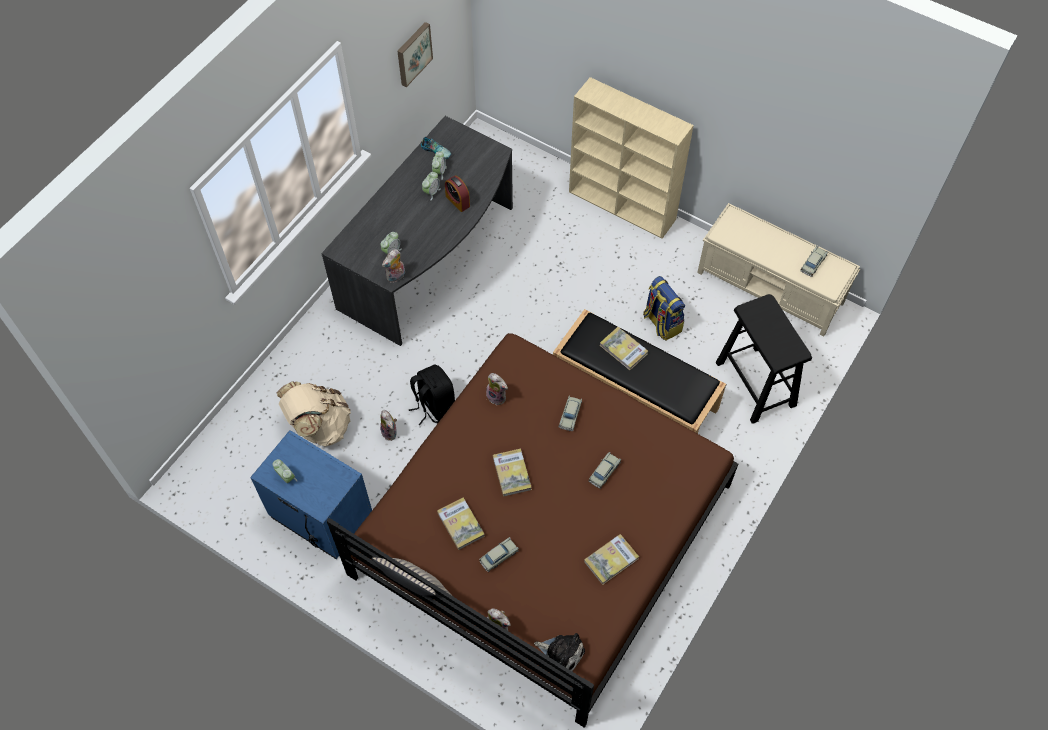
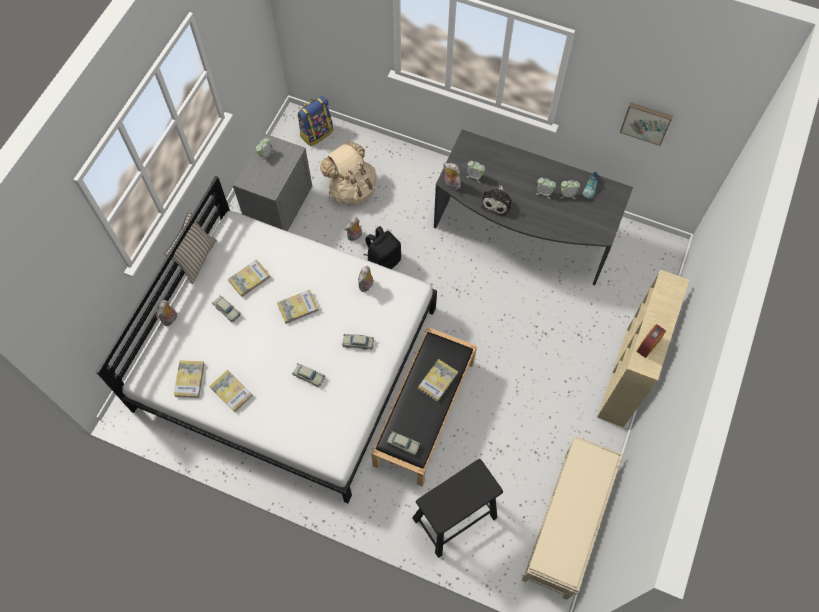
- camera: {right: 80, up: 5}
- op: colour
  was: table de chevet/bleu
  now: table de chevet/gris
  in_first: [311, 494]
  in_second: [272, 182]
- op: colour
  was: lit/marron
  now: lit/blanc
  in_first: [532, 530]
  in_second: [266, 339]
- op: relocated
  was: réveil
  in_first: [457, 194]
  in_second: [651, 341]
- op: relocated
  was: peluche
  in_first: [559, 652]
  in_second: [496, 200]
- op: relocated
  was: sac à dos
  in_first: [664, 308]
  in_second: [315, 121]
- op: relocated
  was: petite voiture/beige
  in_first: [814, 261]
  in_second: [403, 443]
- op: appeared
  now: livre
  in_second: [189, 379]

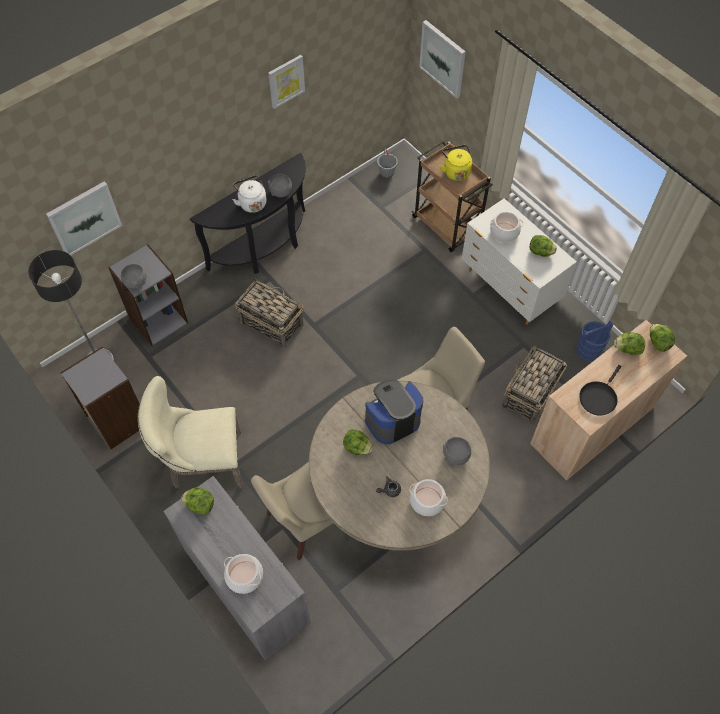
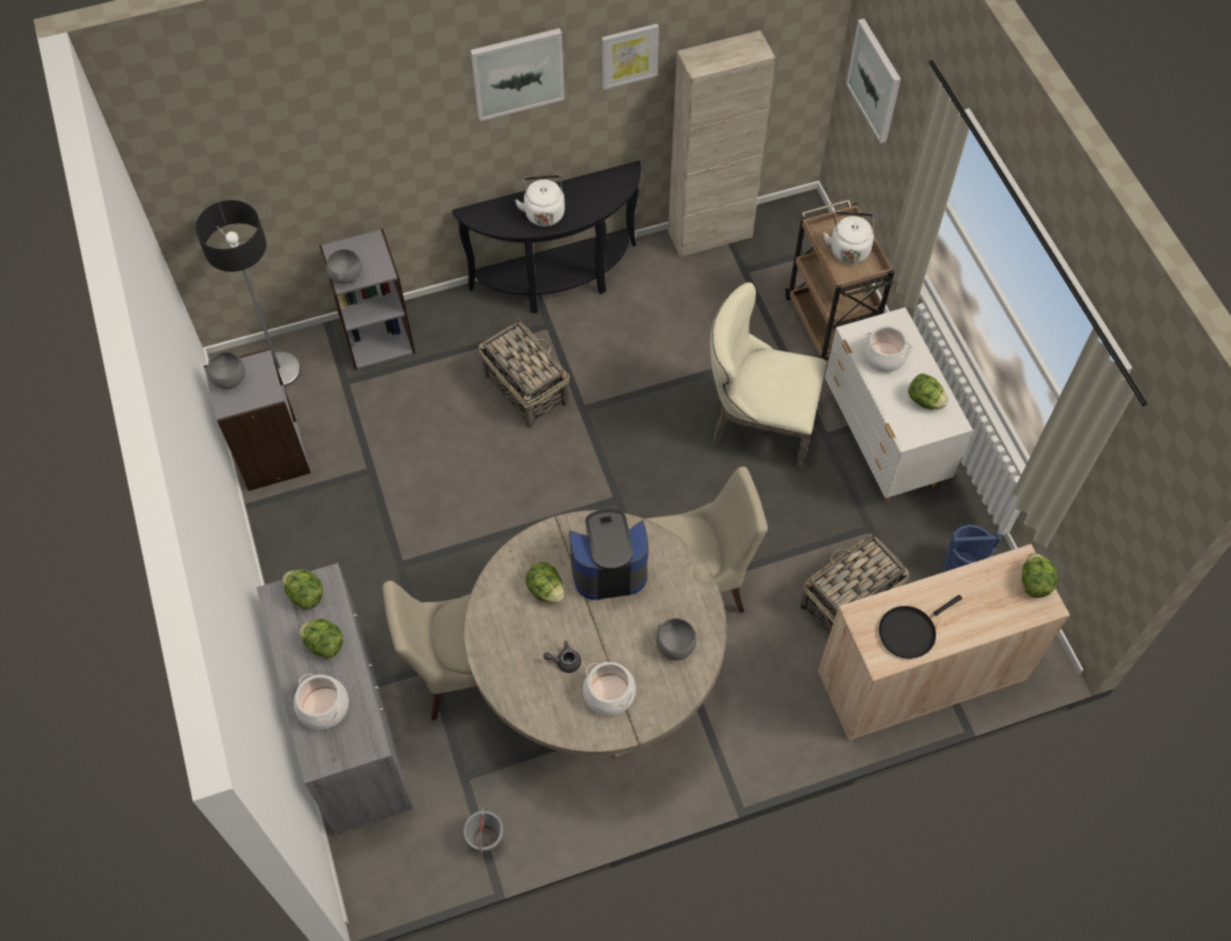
- camera: {right: 20, up: 0}
- op: relocated
  was: tableau
  in_first: [84, 218]
  in_second: [518, 74]
- op: relocated
  was: chaise/beige
  in_first: [190, 432]
  in_second: [768, 376]
- op: relocated
  was: bol/gris
  in_first: [280, 185]
  in_second: [226, 370]
- op: relocated
  was: seau/gris
  in_first: [387, 163]
  in_second: [483, 830]
- op: colour
  was: bouilloire/jaune
  now: bouilloire/blanc
  in_first: [456, 163]
  in_second: [848, 238]
- op: relocated
  was: laitue
  in_first: [629, 343]
  in_second: [320, 639]
- op: appeared
  now: meuble de rangement/beige
  in_second: [722, 144]

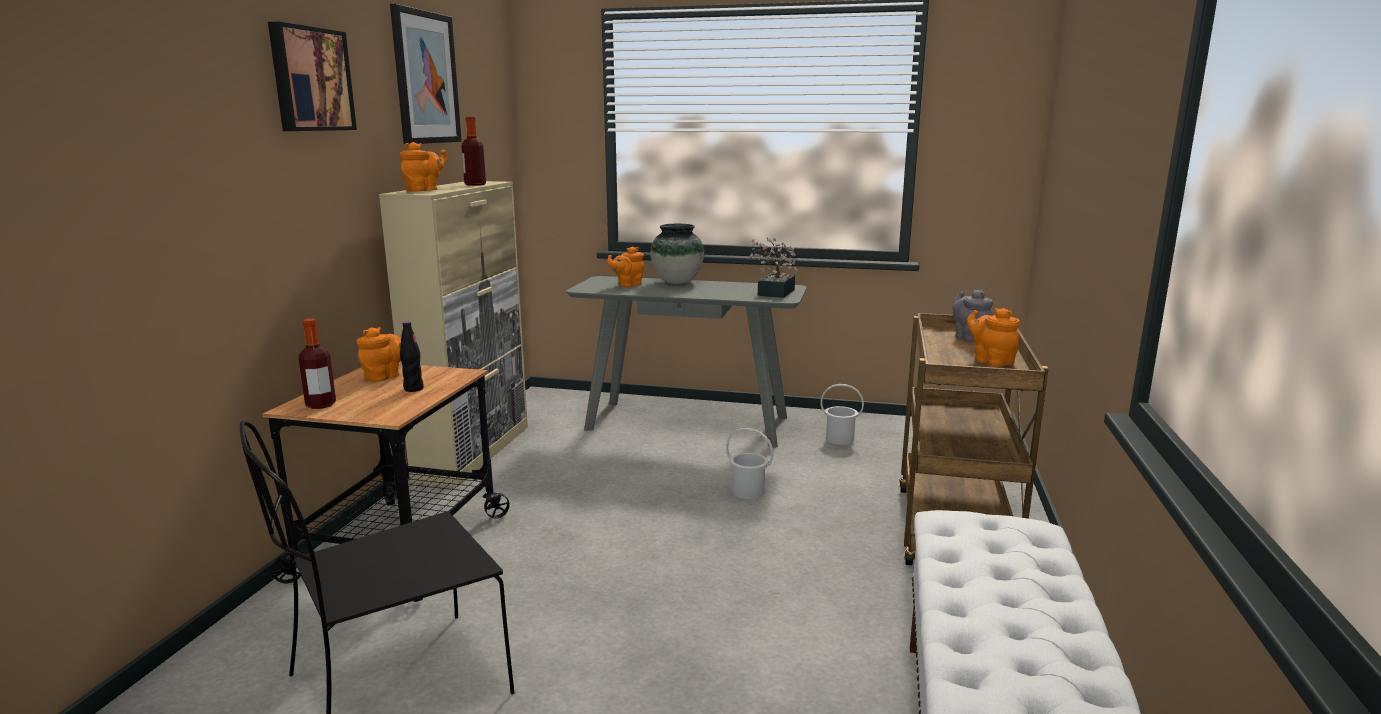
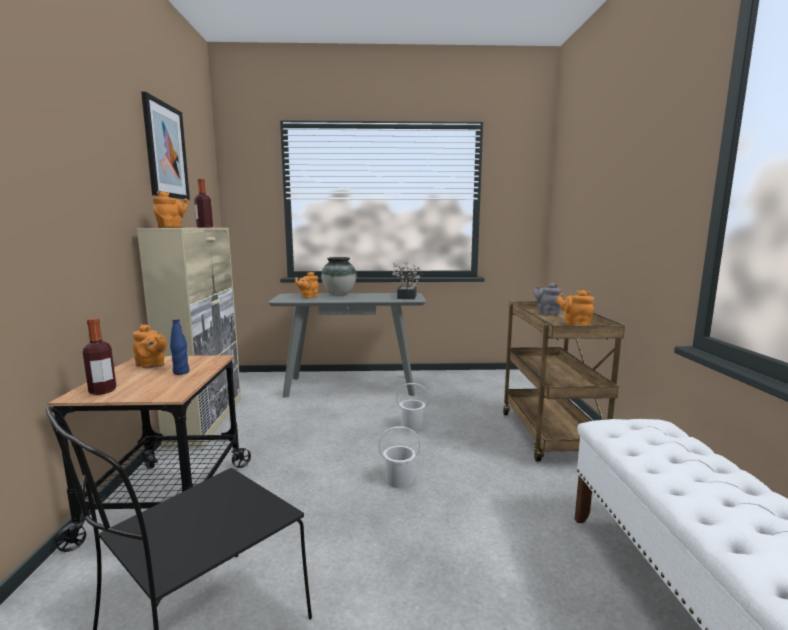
- camera: {right: -15, up: -5}
- op: missing
  was: tableau
  in_first: [312, 76]
- op: spun
  was: théière/orange
  in_first: [380, 354]
  in_second: [150, 346]
  clockwise: 105
- op: colour
  was: bouteille/noir
  now: bouteille/bleu
  in_first: [412, 357]
  in_second: [179, 347]
- op: relocated
  was: seau/blanc
  in_first: [842, 414]
  in_second: [399, 457]

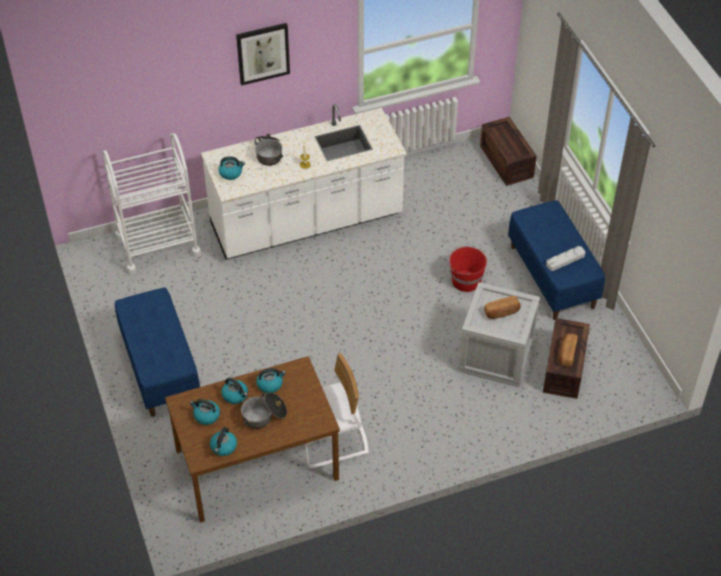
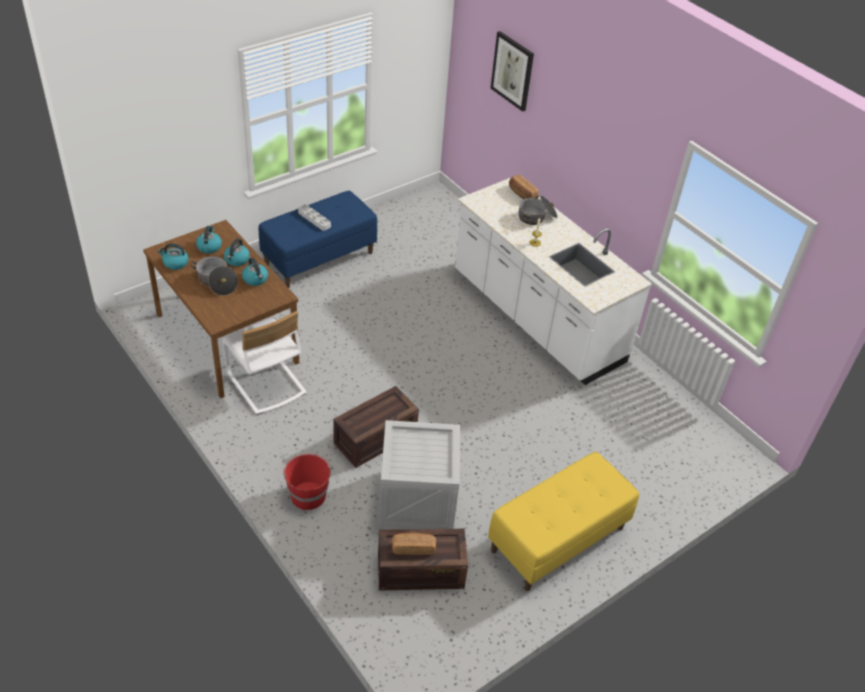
- camera: {right: 70, up: -5}
- op: missing
  was: chariot/blanc
  in_first: [151, 203]
- op: missing
  was: bouilloire
  in_first: [232, 168]
- op: relocated
  was: tableau
  in_first: [263, 54]
  in_second: [512, 71]
- op: relocated
  was: seau/rouge
  in_first: [467, 269]
  in_second: [307, 481]
- op: relocated
  was: caisse
  in_first: [508, 151]
  in_second: [376, 427]
- op: relocated
  was: pain
  in_first: [502, 307]
  in_second: [523, 187]
- op: colour
  was: banc/bleu
  now: banc/jaune
  in_first: [556, 260]
  in_second: [563, 521]
- op: relocated
  was: plateau/gris
  in_first: [565, 258]
  in_second: [314, 217]

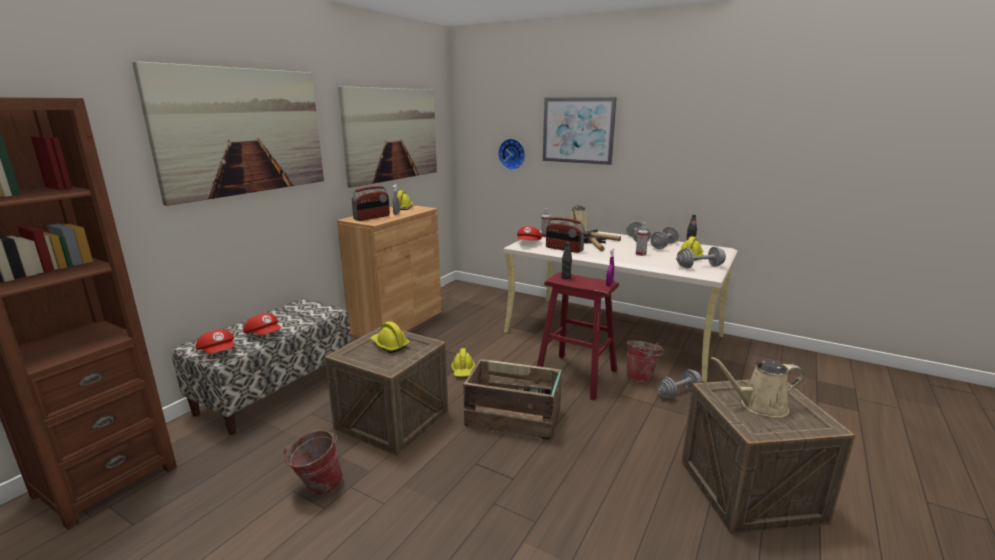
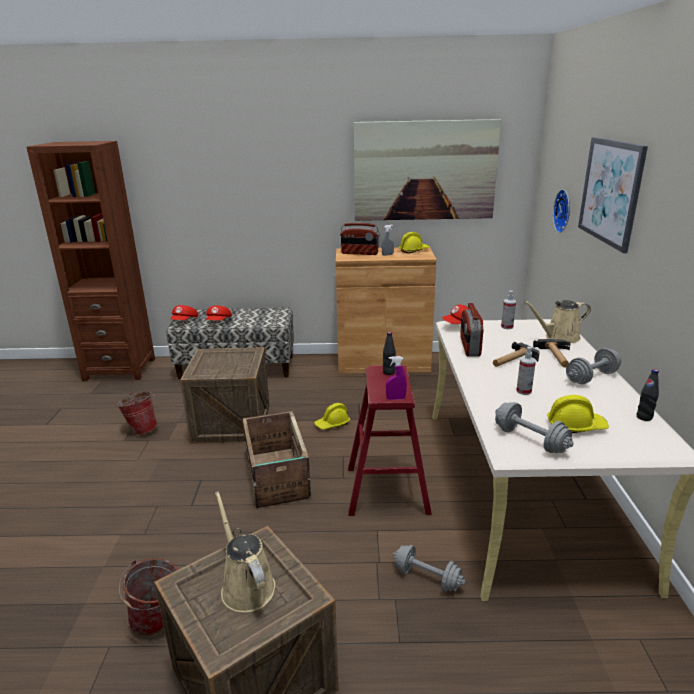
- camera: {right: 60, up: 5}
- op: missing
  was: tableau
  in_first: [228, 133]
- op: missing
  was: casque de chantier/jaune
  in_first: [390, 337]
- op: relocated
  was: seau
  in_first: [645, 362]
  in_second: [149, 596]
- op: missing
  was: haltère/gris
  in_first: [664, 238]

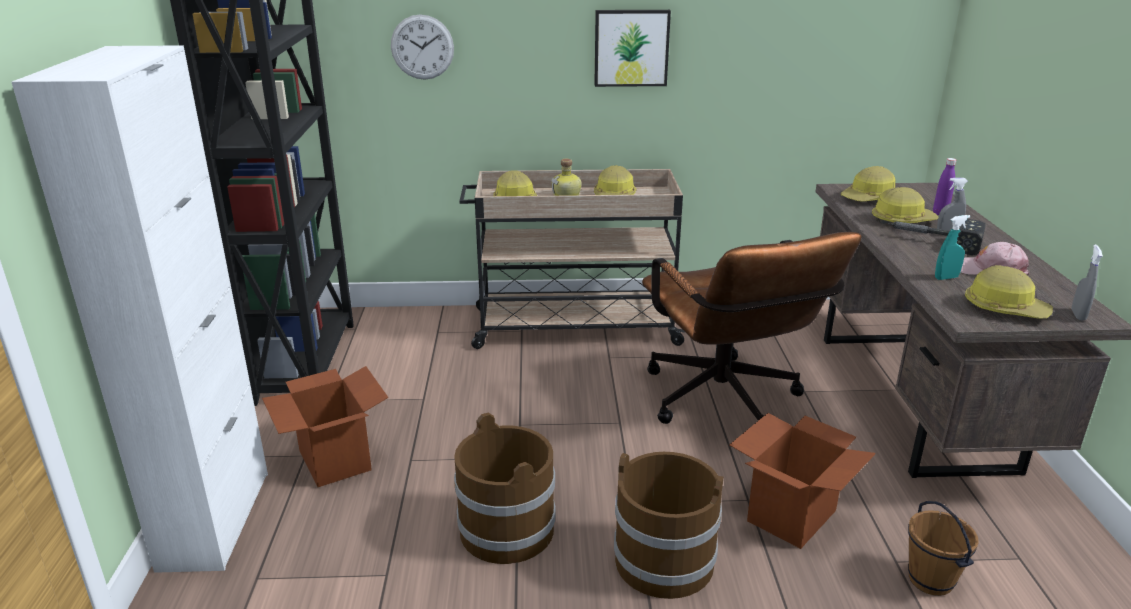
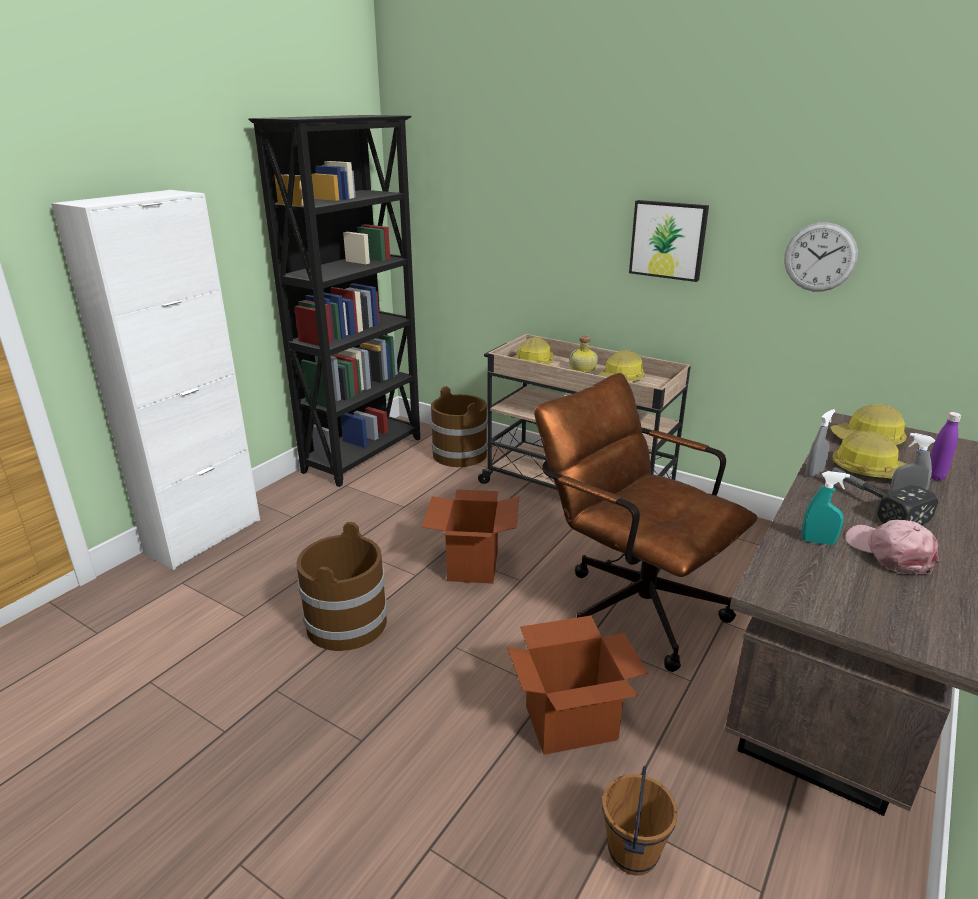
- camera: {right: 35, up: 0}
- op: relocated
  was: carton
  in_first: [325, 426]
  in_second: [470, 536]
- op: relocated
  was: horloge murale
  in_first: [422, 47]
  in_second: [821, 256]
- op: relocated
  was: seau/marron
  in_first: [668, 525]
  in_second: [459, 426]
- op: spun
  was: chaise de bureau/marron
  in_first: [752, 328]
  in_second: [646, 522]
  clockwise: 120
- op: missing
  was: casque de chantier
  in_first: [1009, 292]
- op: relocated
  was: vaporisateur/gris
  in_first: [1087, 282]
  in_second: [820, 443]

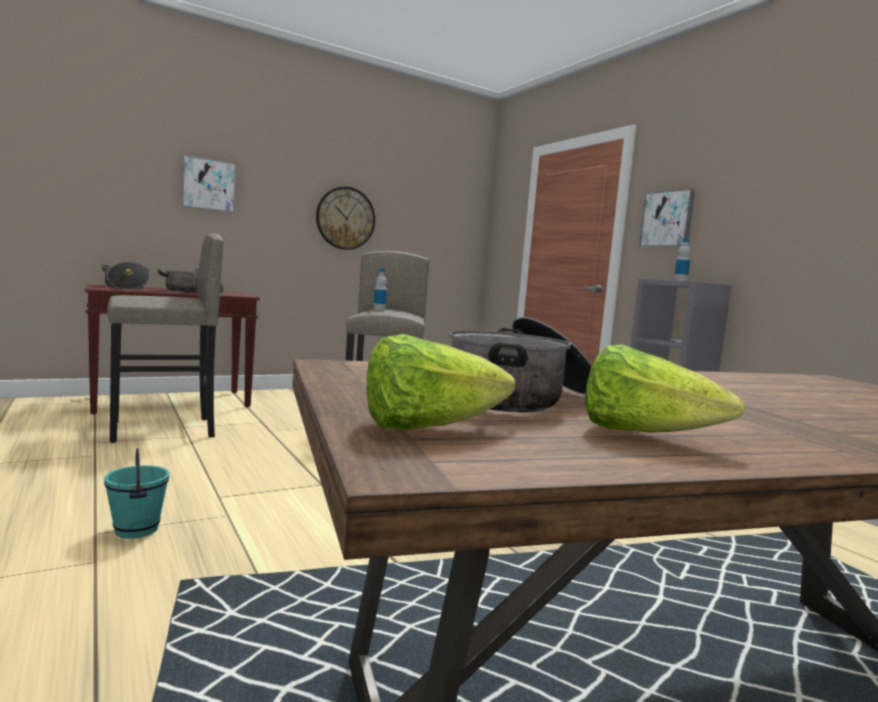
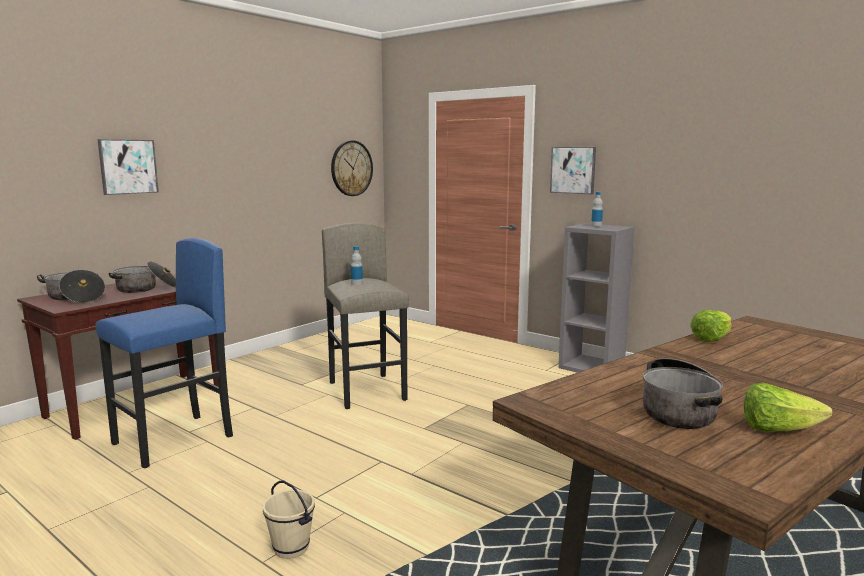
- camera: {right: -20, up: 5}
- op: colour
  was: seau/turquoise
  now: seau/beige
  in_first: [137, 493]
  in_second: [289, 520]
- op: colour
  was: tabouret/gris
  now: tabouret/bleu
  in_first: [165, 338]
  in_second: [164, 353]
- op: relocated
  was: horloge murale
  in_first: [345, 218]
  in_second: [352, 168]
- op: relocated
  was: laitue
  in_first: [440, 382]
  in_second: [710, 326]

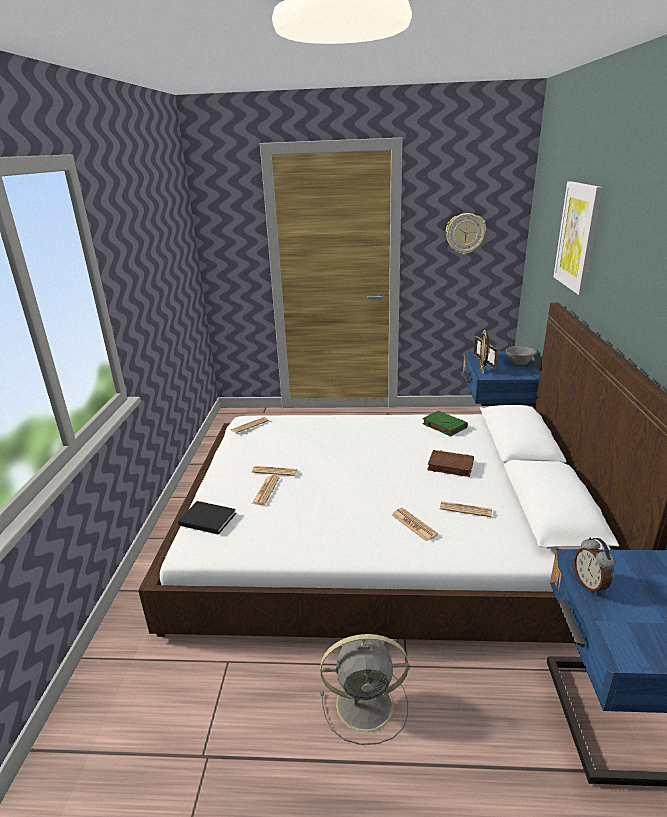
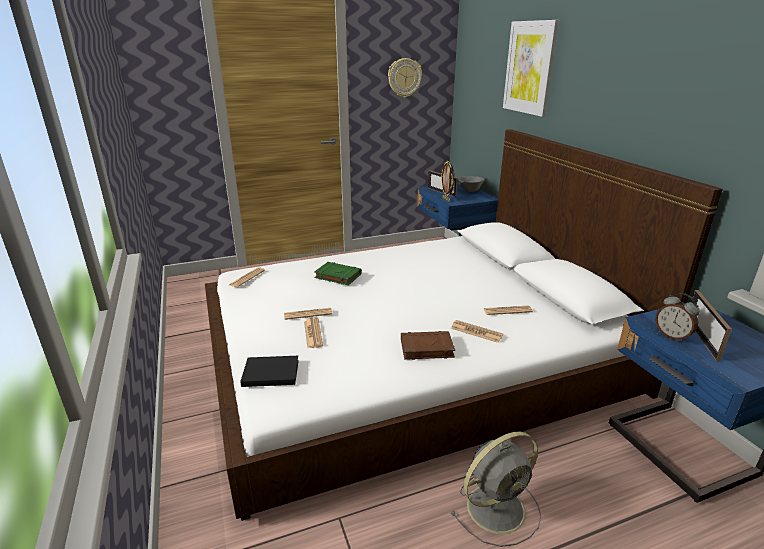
- camera: {right: -25, up: 0}
- op: relocated
  was: livre/vert
  in_first: [445, 423]
  in_second: [338, 273]
- op: relocated
  was: livre/marron
  in_first: [450, 463]
  in_second: [428, 345]
- op: appeared
  now: cadre photo
  in_second: [711, 326]

